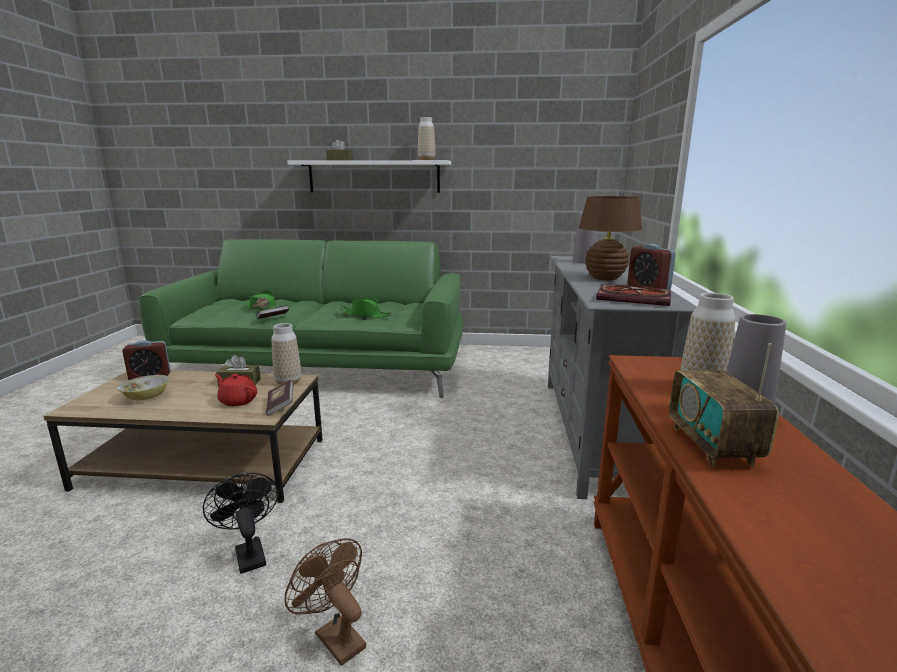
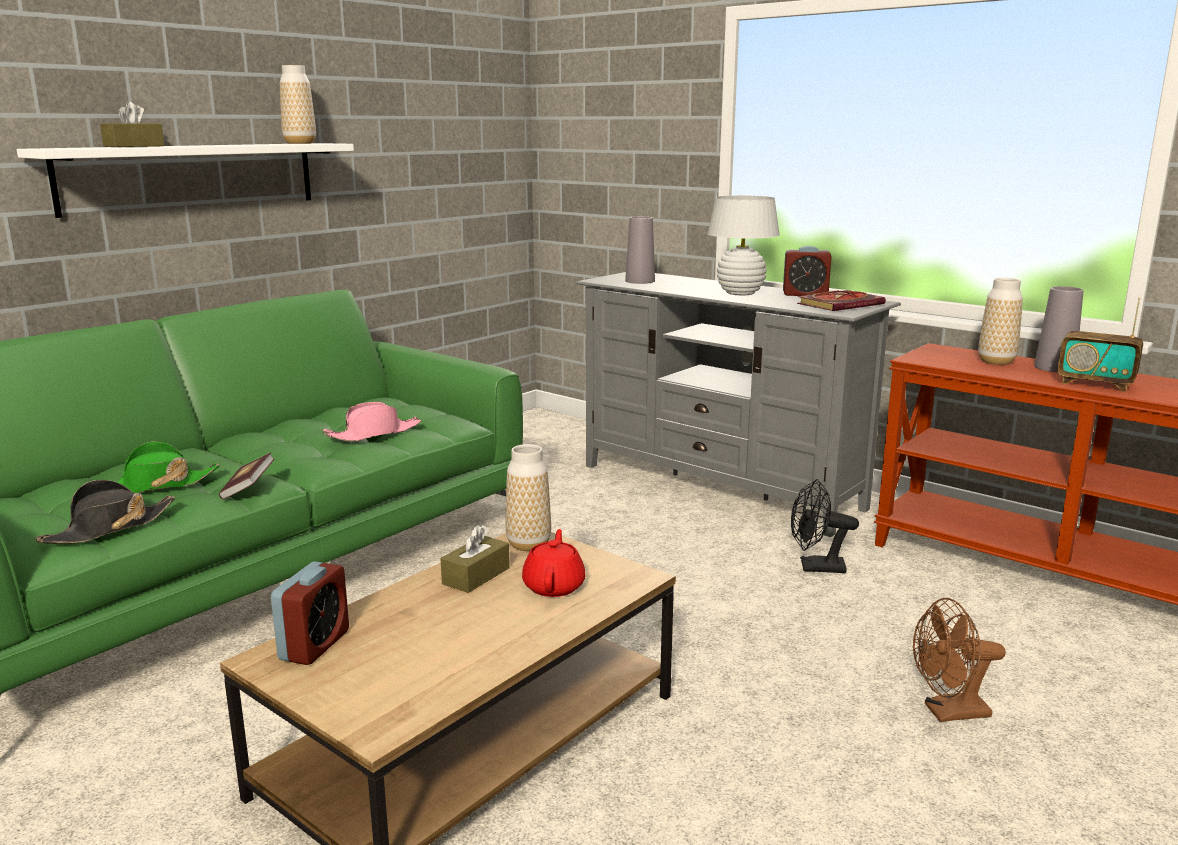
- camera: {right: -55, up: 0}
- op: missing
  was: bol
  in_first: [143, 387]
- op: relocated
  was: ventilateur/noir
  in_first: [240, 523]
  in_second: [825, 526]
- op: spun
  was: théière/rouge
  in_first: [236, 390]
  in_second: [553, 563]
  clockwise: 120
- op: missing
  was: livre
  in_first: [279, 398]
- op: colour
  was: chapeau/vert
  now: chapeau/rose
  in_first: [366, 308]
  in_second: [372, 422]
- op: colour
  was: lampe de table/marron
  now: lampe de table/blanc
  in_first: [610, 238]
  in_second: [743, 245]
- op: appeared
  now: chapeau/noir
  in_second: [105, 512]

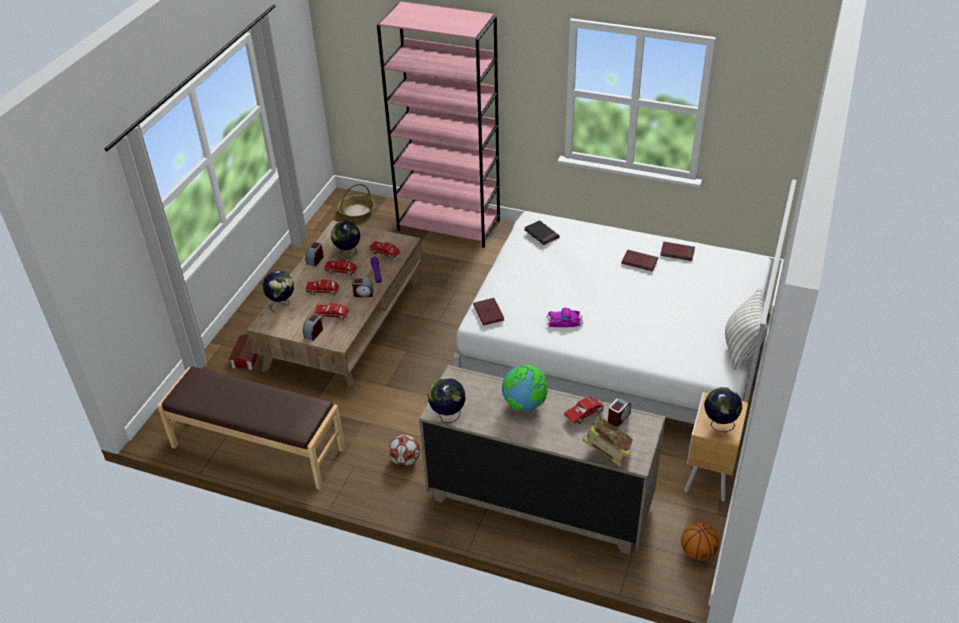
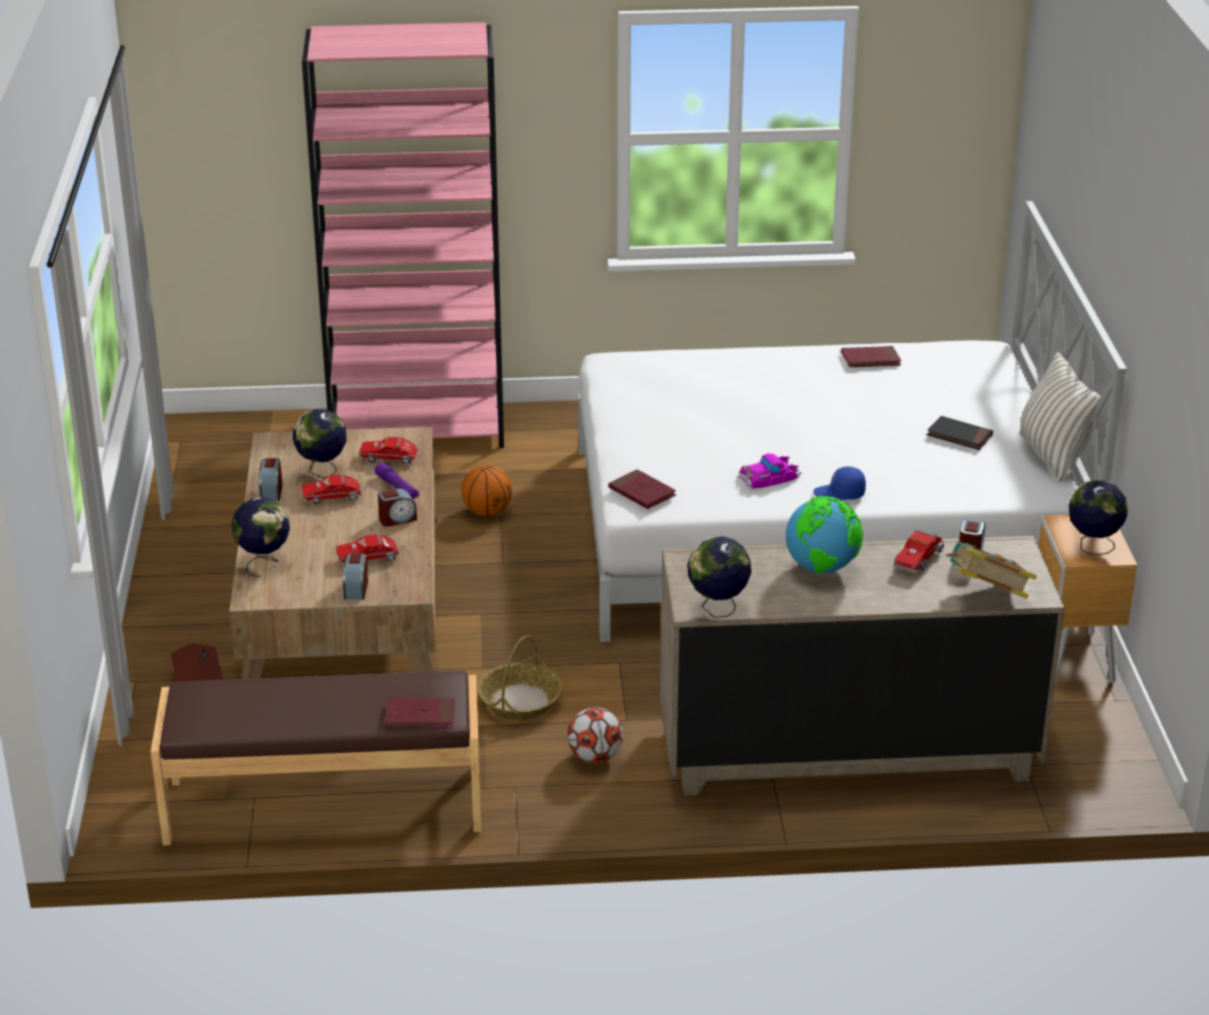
- camera: {right: -25, up: -10}
- op: missing
  was: camion jouet
  in_first: [324, 287]
- op: relocated
  was: panier
  in_first: [356, 202]
  in_second: [520, 677]
- op: relocated
  was: livre/noir
  in_first: [542, 233]
  in_second: [960, 433]
- op: relocated
  was: livre/rouge
  in_first: [639, 260]
  in_second: [420, 713]
- op: relocated
  was: ballon de basket
  in_first: [700, 541]
  in_second: [486, 490]
- op: appeared
  now: casquette/bleu
  in_second: [839, 483]

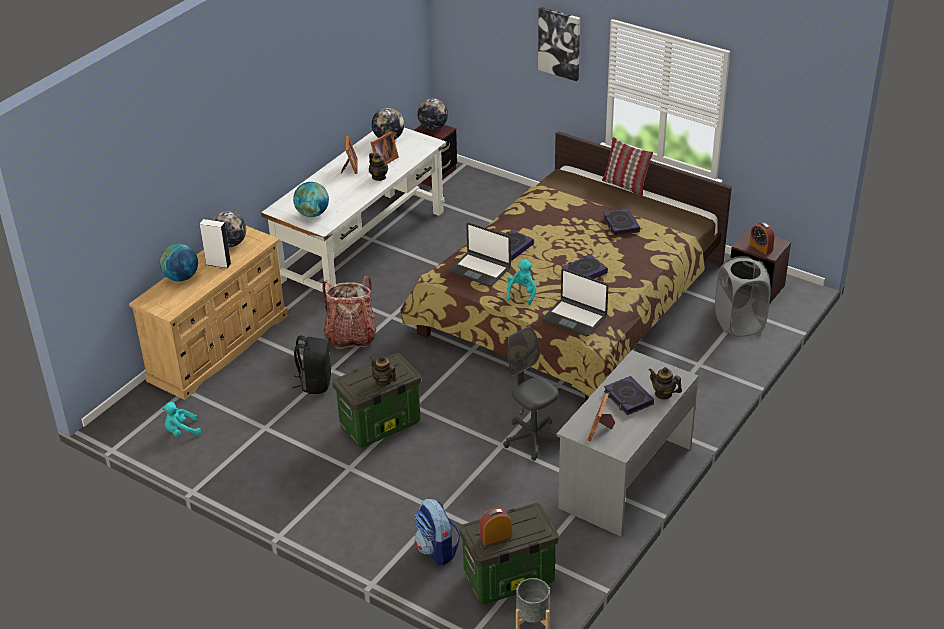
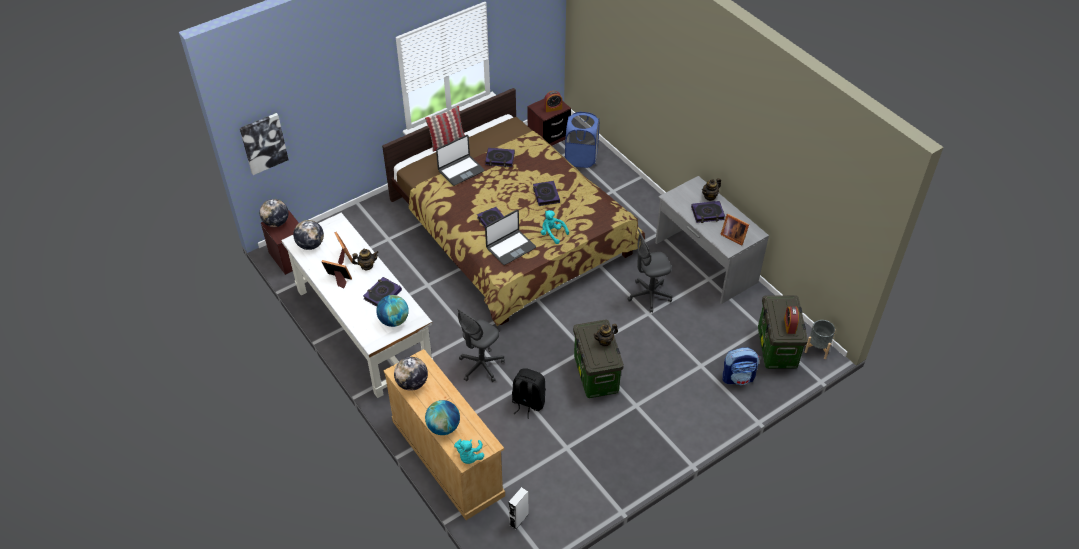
- camera: {right: -70, up: 10}
- op: relocated
  was: peluche/turquoise
  in_first: [181, 419]
  in_second: [469, 451]
- op: relocated
  was: enceinte/blanc
  in_first: [215, 243]
  in_second: [519, 508]
- op: exchanged
  was: sac à dos
  now: chaise de bureau/gris
  in_first: [349, 312]
  in_second: [481, 345]
- op: relocated
  was: tableau
  in_first: [559, 44]
  in_second: [264, 144]
- op: relocated
  was: ordinateur portable
  in_first: [575, 302]
  in_second: [460, 160]
- op: colour
  was: panier à linge/gris
  now: panier à linge/bleu
  in_first: [743, 296]
  in_second: [582, 140]
- op: appeared
  now: livre
  in_second: [382, 292]

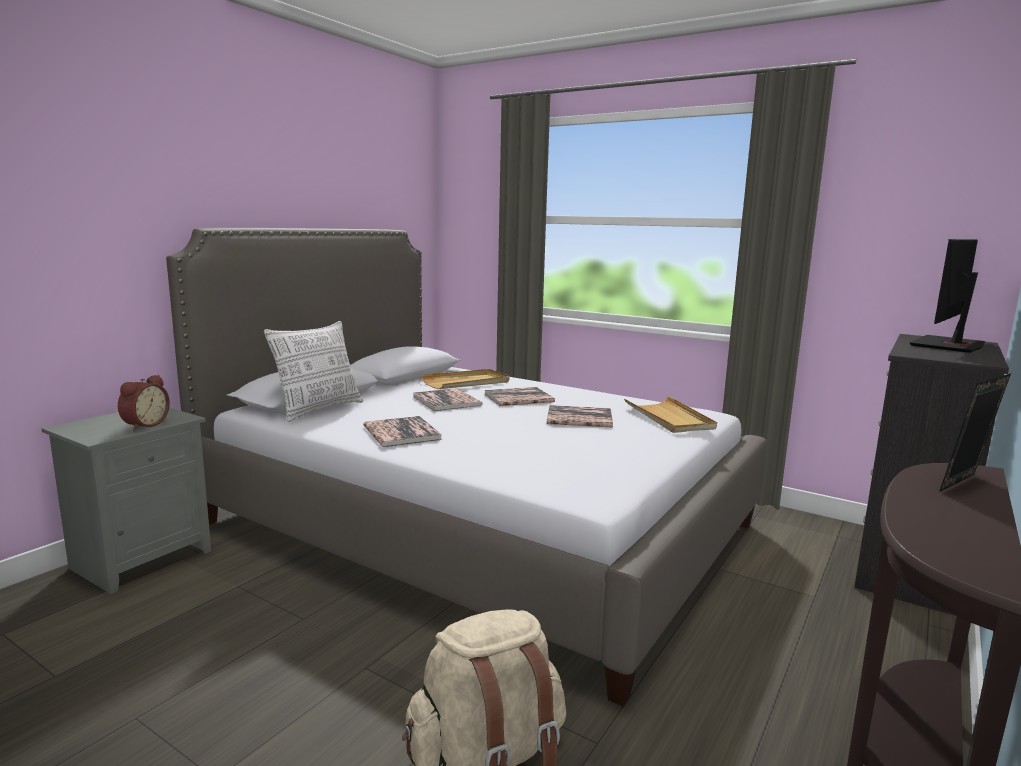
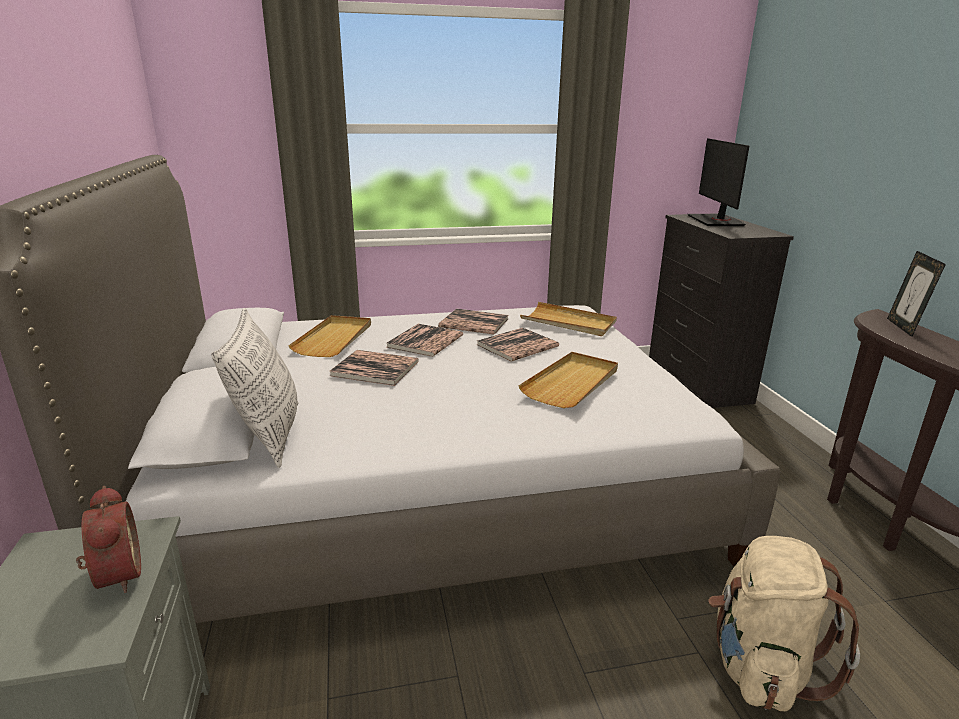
- camera: {right: -45, up: 10}
- op: relocated
  was: livre
  in_first: [402, 431]
  in_second: [473, 322]
- op: appeared
  now: plateau/beige
  in_second: [568, 380]

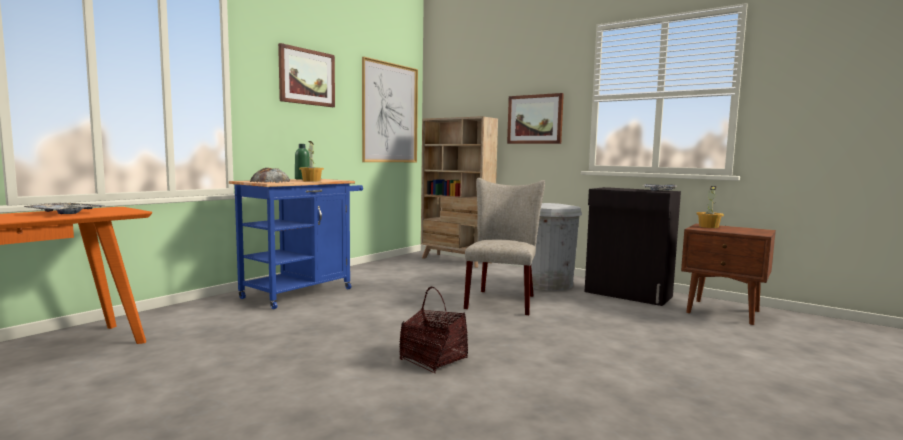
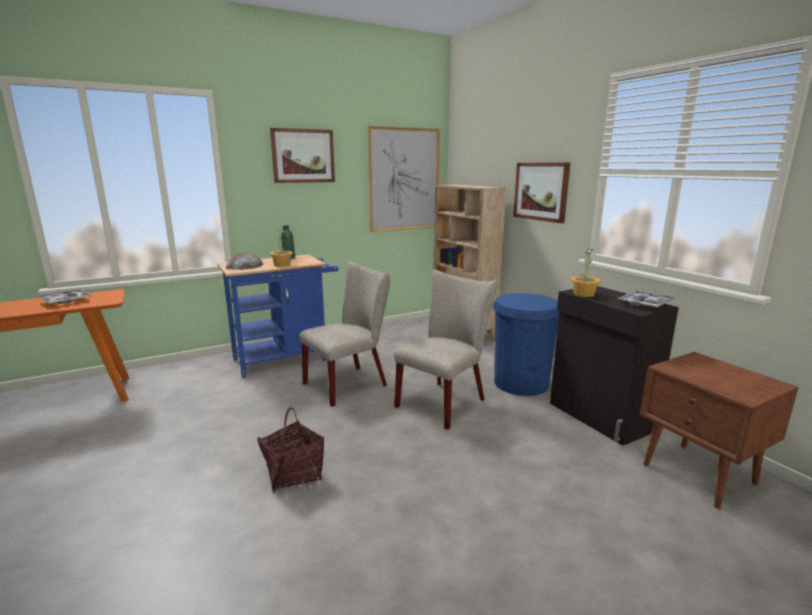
- camera: {right: 25, up: 10}
- op: colour
  was: poubelle/blanc
  now: poubelle/bleu
  in_first: [552, 247]
  in_second: [526, 344]
- op: relocated
  was: plante en pot
  in_first: [710, 207]
  in_second: [586, 273]
- op: appeared
  now: chaise/beige
  in_second: [344, 334]

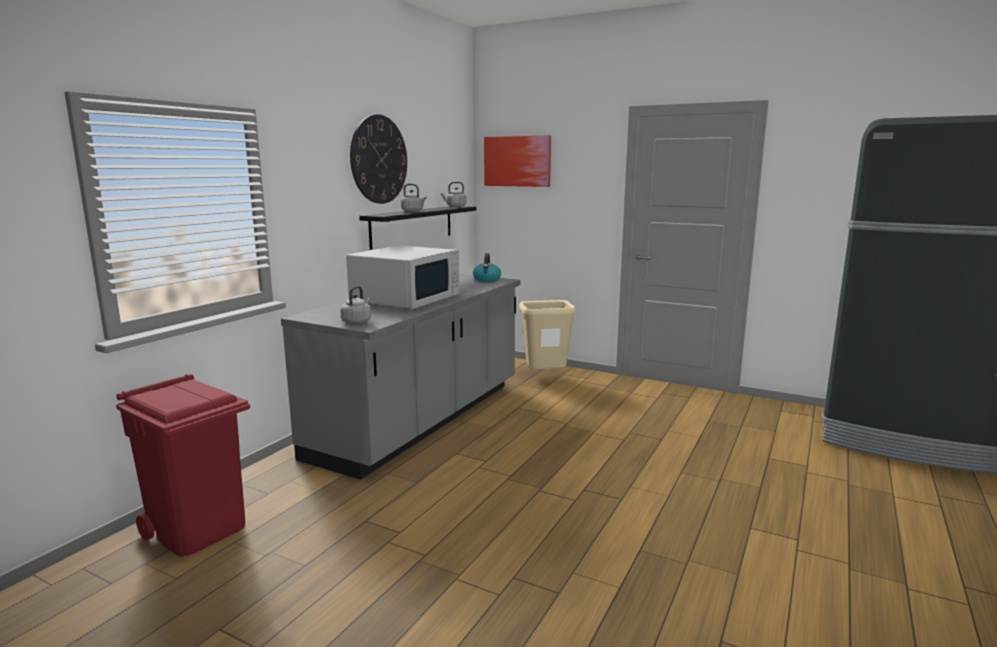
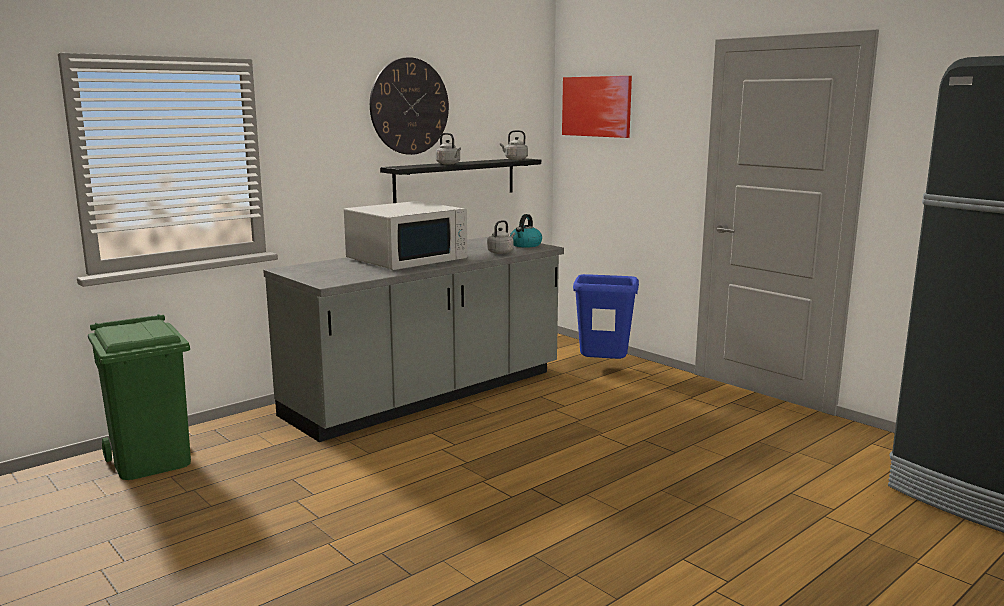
- camera: {right: 20, up: 0}
- op: colour
  was: poubelle/rouge
  now: poubelle/vert
  in_first: [183, 465]
  in_second: [139, 397]
- op: relocated
  was: bouilloire/gris
  in_first: [355, 305]
  in_second: [501, 237]
- op: colour
  was: poubelle/beige
  now: poubelle/bleu
  in_first: [547, 335]
  in_second: [606, 316]

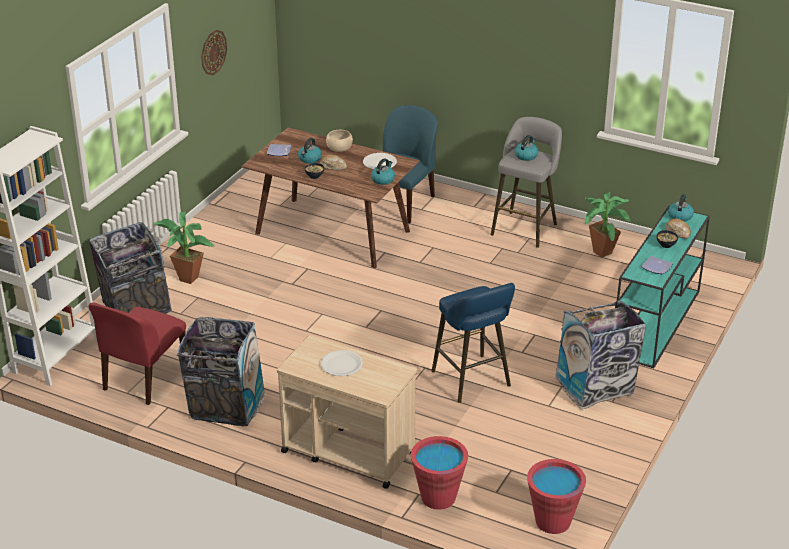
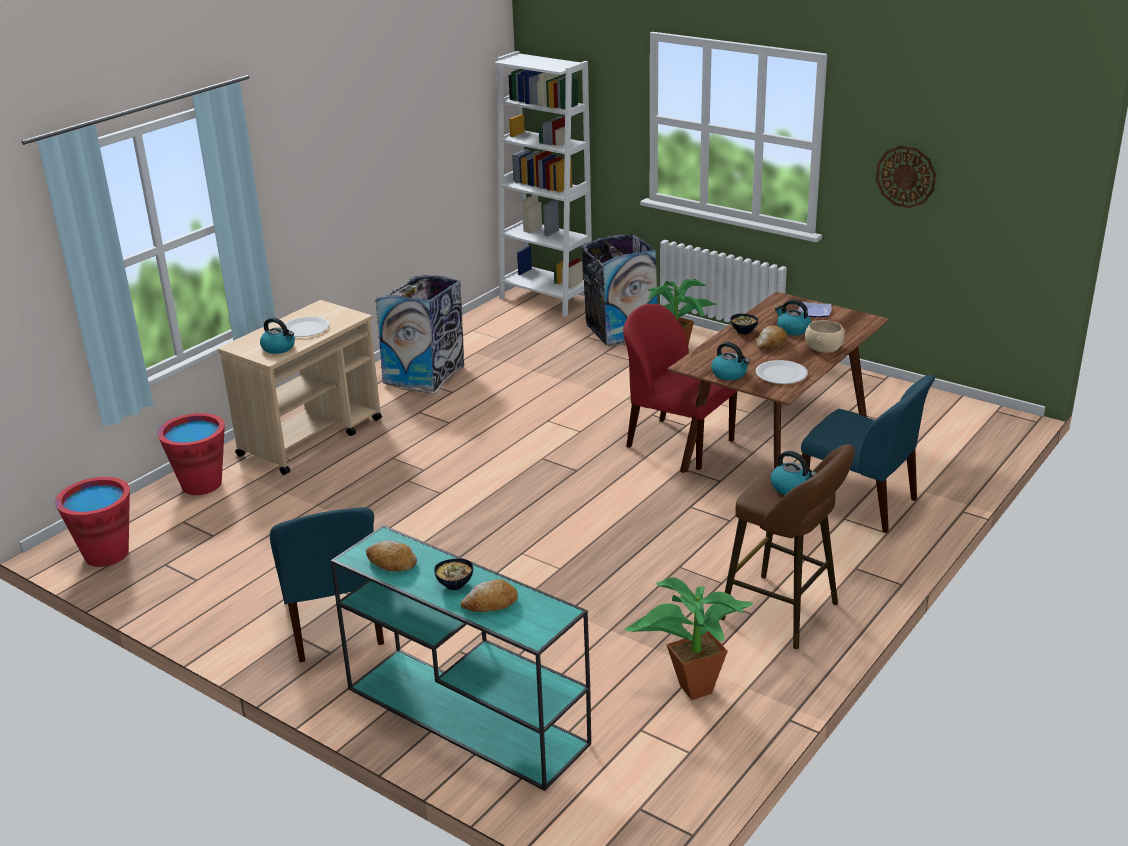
- camera: {right: 100, up: -5}
- op: relocated
  was: chaise/rouge
  in_first: [137, 353]
  in_second: [680, 387]
- op: missing
  was: tabouret/bleu
  in_first: [473, 343]
- op: colour
  was: tabouret/gris
  now: tabouret/marron
  in_first: [526, 182]
  in_second: [787, 546]
- op: exchanged
  was: poubelle
  now: chaise/bleu
  in_first: [601, 354]
  in_second: [327, 584]
- op: exchanged
  was: assiette
  now: pain
  in_first: [657, 265]
  in_second: [391, 555]
- op: relocated
  was: bouilloire
  in_first: [681, 208]
  in_second: [277, 335]

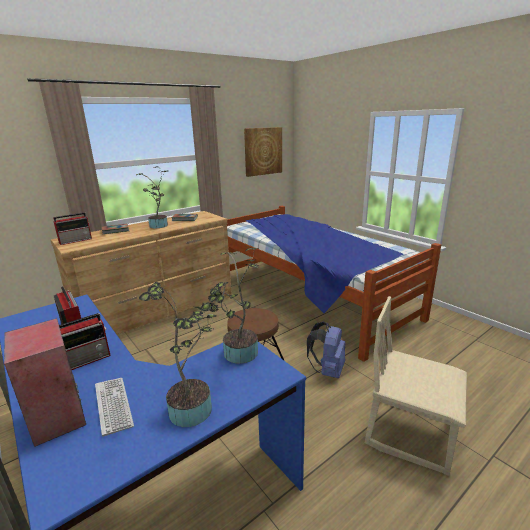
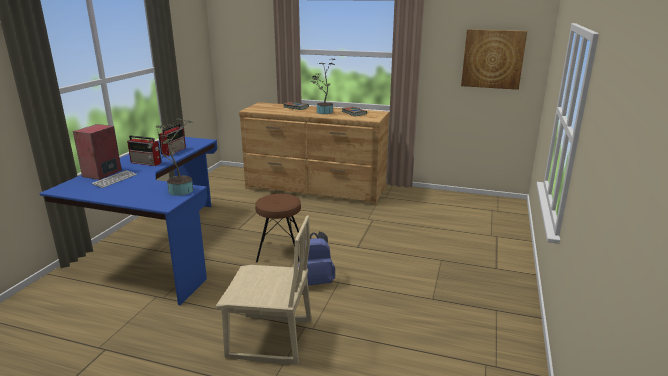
- camera: {right: 55, up: 0}
- op: missing
  was: radio
  in_first: [72, 228]
- op: missing
  was: plante en pot
  in_first: [178, 354]
- op: missing
  was: lit
  in_first: [334, 284]
- op: spun
  was: chaise/beige
  in_first: [416, 386]
  in_second: [264, 290]
  clockwise: 105

